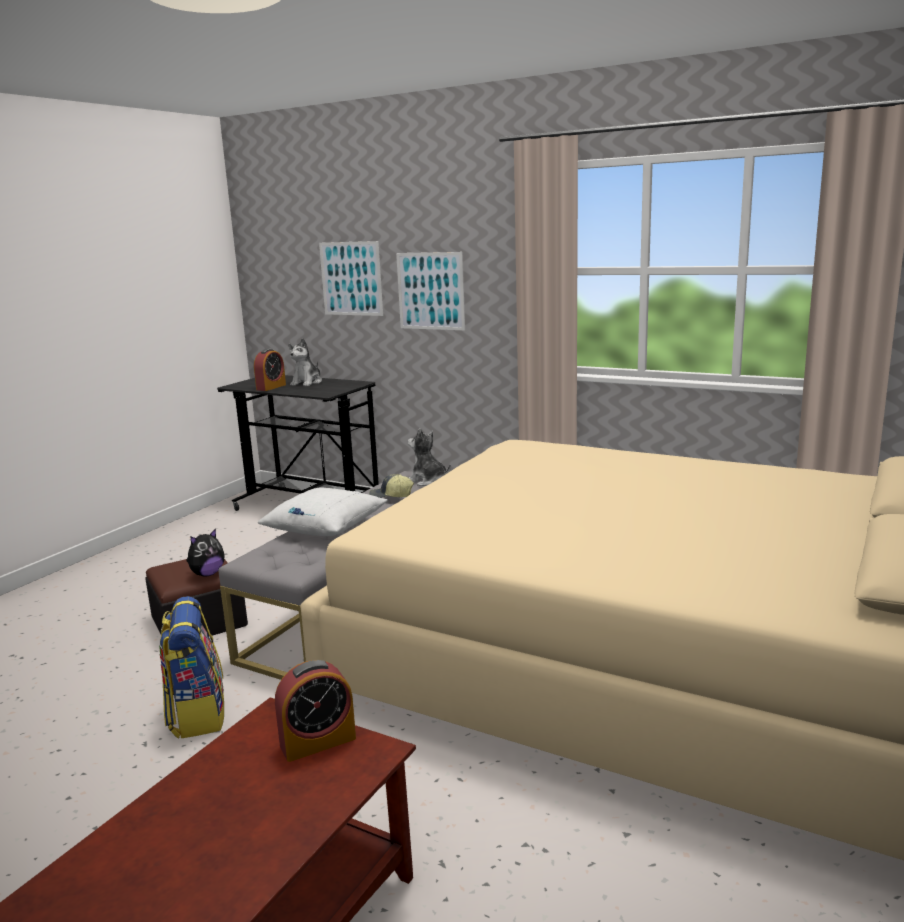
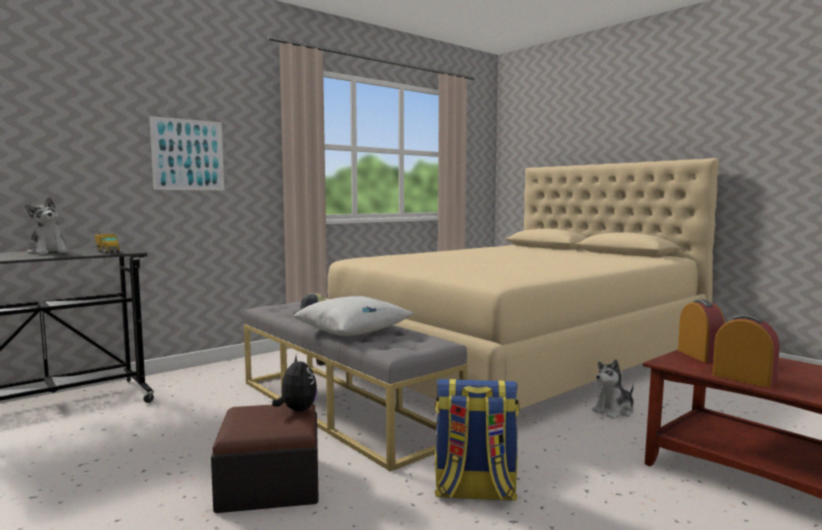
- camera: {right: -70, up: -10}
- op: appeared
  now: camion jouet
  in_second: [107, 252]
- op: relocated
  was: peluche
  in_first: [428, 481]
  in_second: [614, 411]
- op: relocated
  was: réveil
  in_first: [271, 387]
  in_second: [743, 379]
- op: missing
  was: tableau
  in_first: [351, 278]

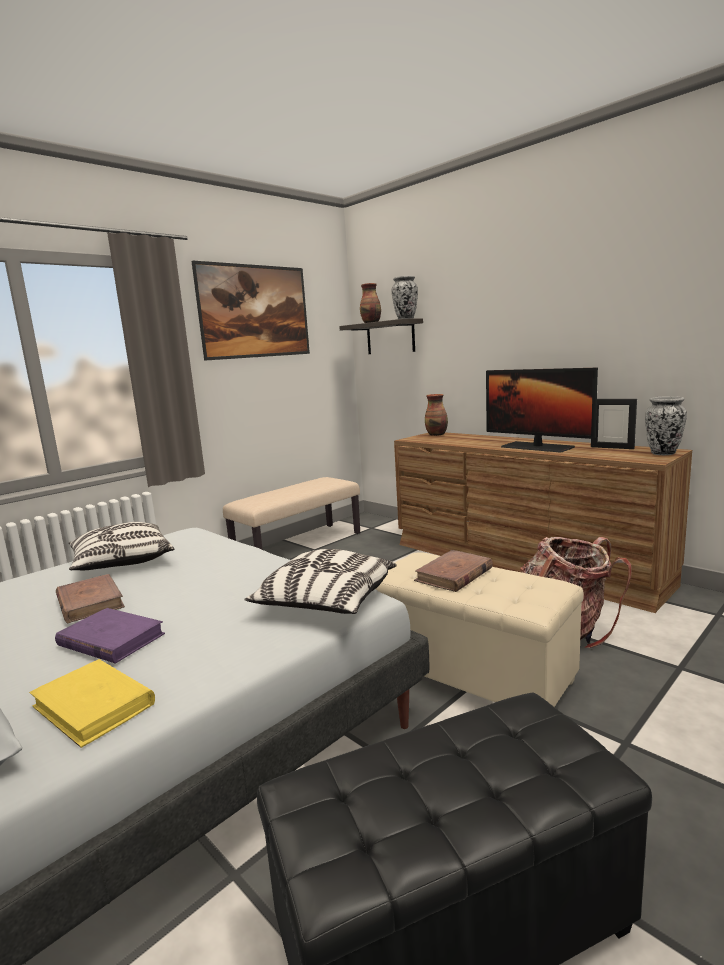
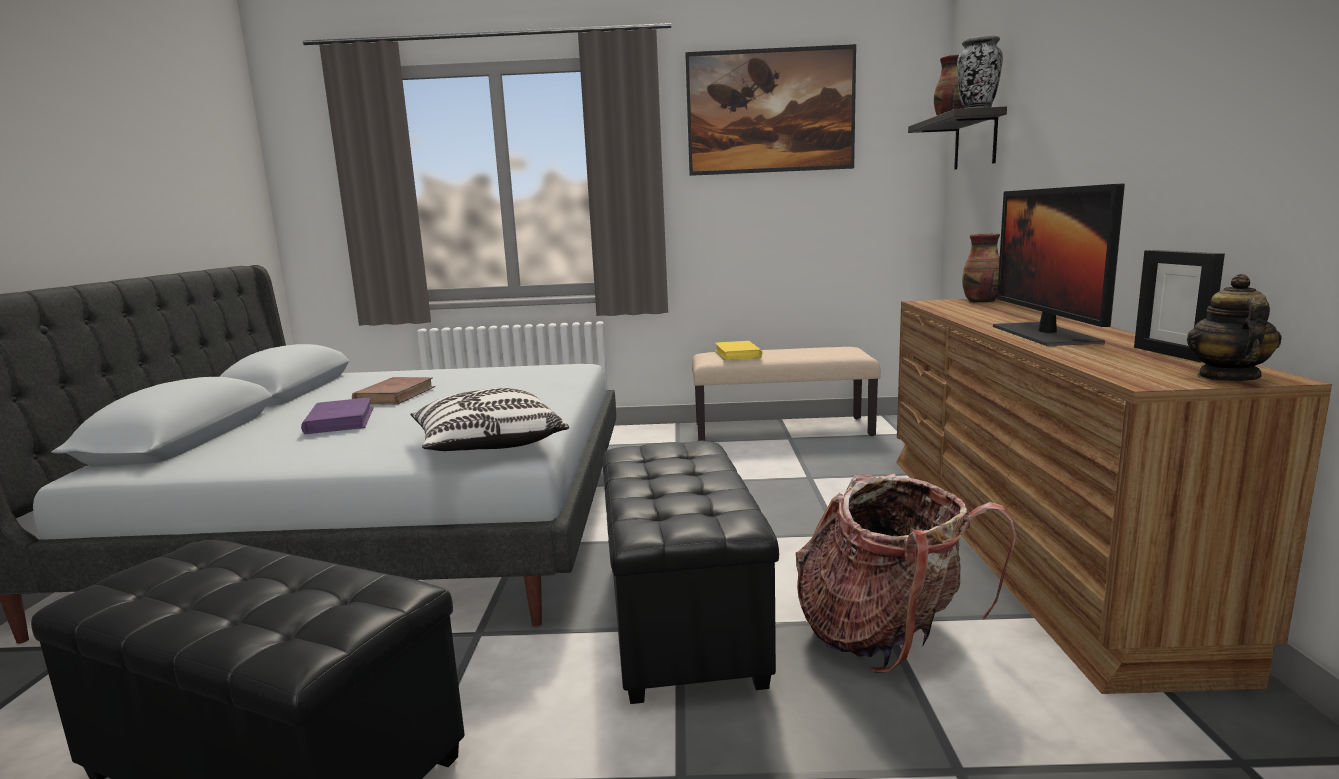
- camera: {right: 45, up: 0}
- op: colour
  was: pouf [beige]
  now: pouf [noir]
  in_first: [472, 674]
  in_second: [683, 619]
- op: relocated
  was: livre [jaune]
  in_first: [94, 705]
  in_second: [737, 354]
- op: exchanged
  was: vase
  now: théière
  in_first: [663, 453]
  in_second: [1227, 377]
- op: missing
  was: coussin
  in_first: [122, 562]
- op: missing
  was: livre [marron]
  in_first: [454, 575]

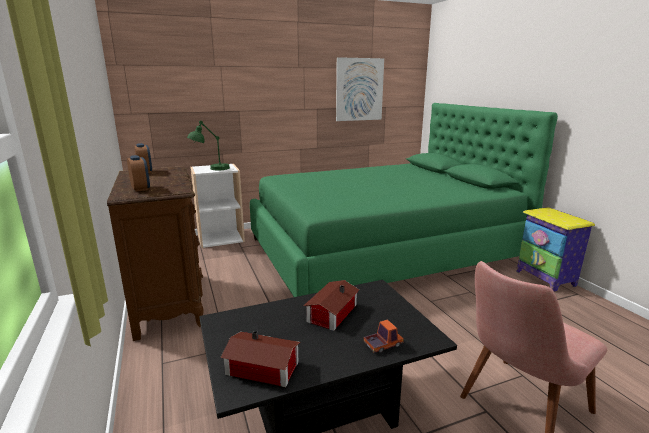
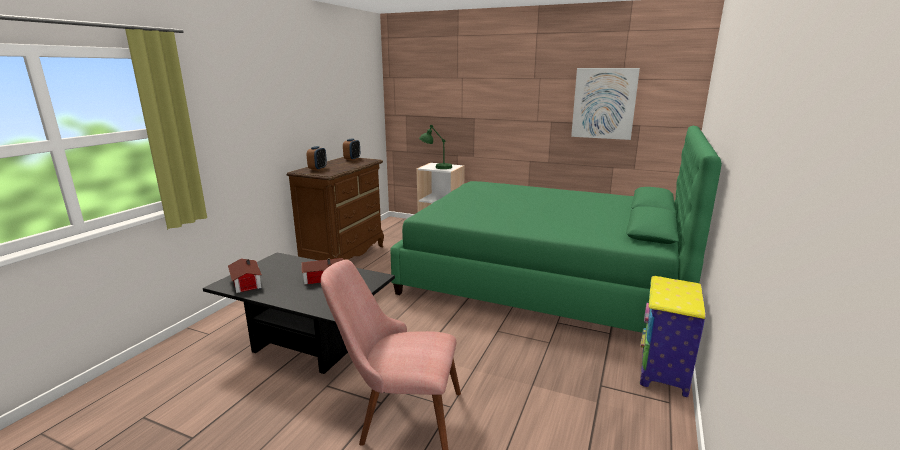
- camera: {right: 45, up: 0}
- op: missing
  was: camion jouet
  in_first: [383, 344]

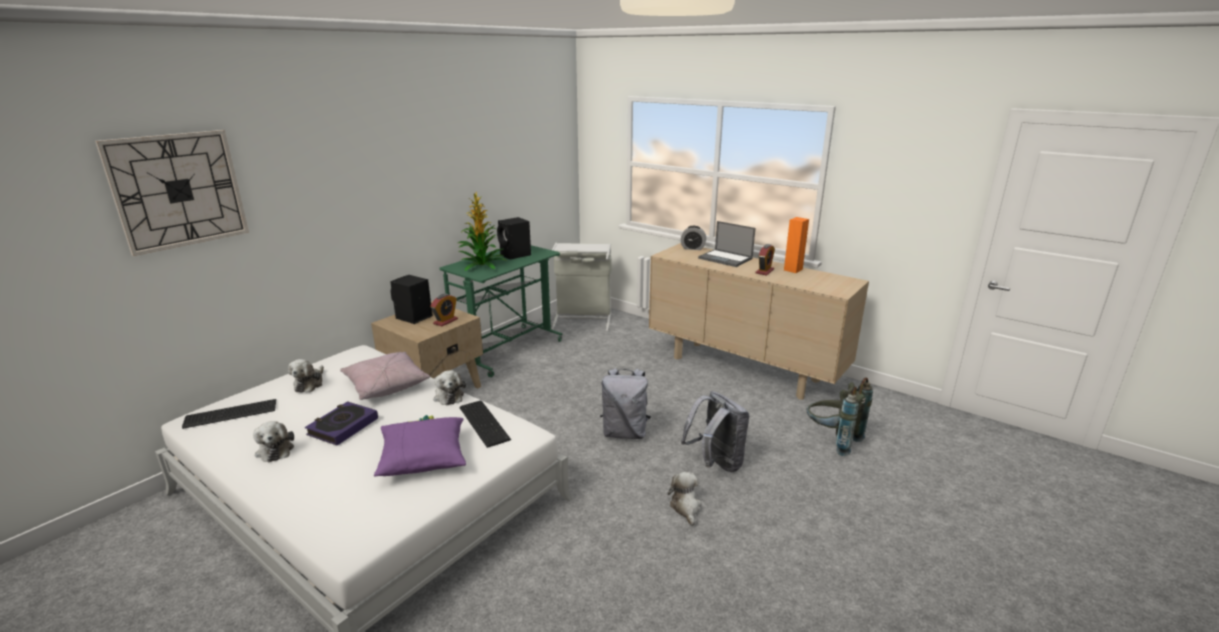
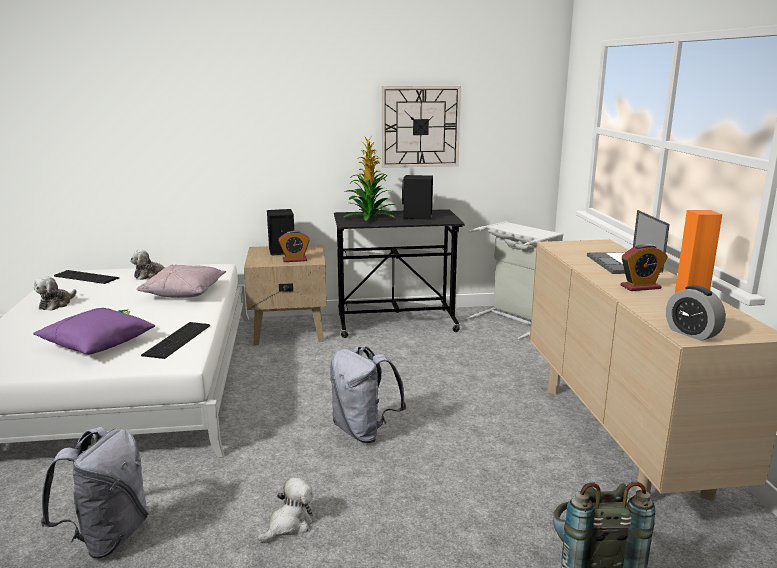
- camera: {right: 45, up: -5}
- op: relocated
  was: sac à dos [gris]
  in_first: [715, 463]
  in_second: [107, 537]
- op: colour
  was: bureau [vert]
  now: bureau [noir]
  in_first: [508, 350]
  in_second: [396, 323]
- op: relocated
  was: horloge murale
  in_first: [178, 190]
  in_second: [420, 127]
- op: relocated
  was: réveil
  in_first: [692, 248]
  in_second: [691, 333]
- op: missing
  was: livre
  in_first: [343, 427]
- op: missing
  was: peluche
  in_first: [448, 396]

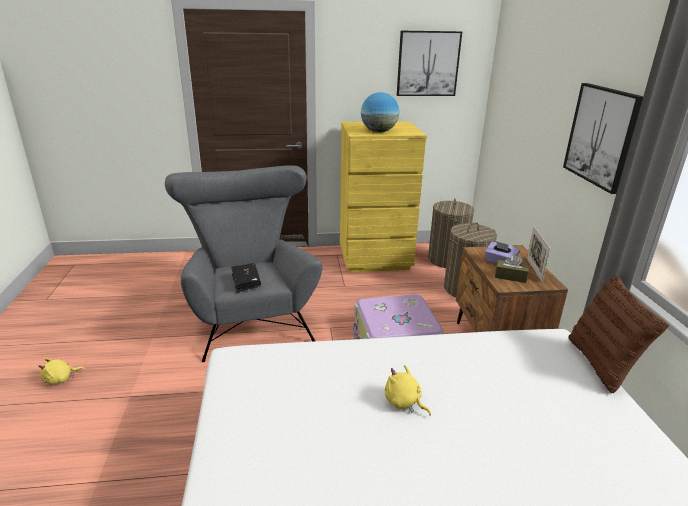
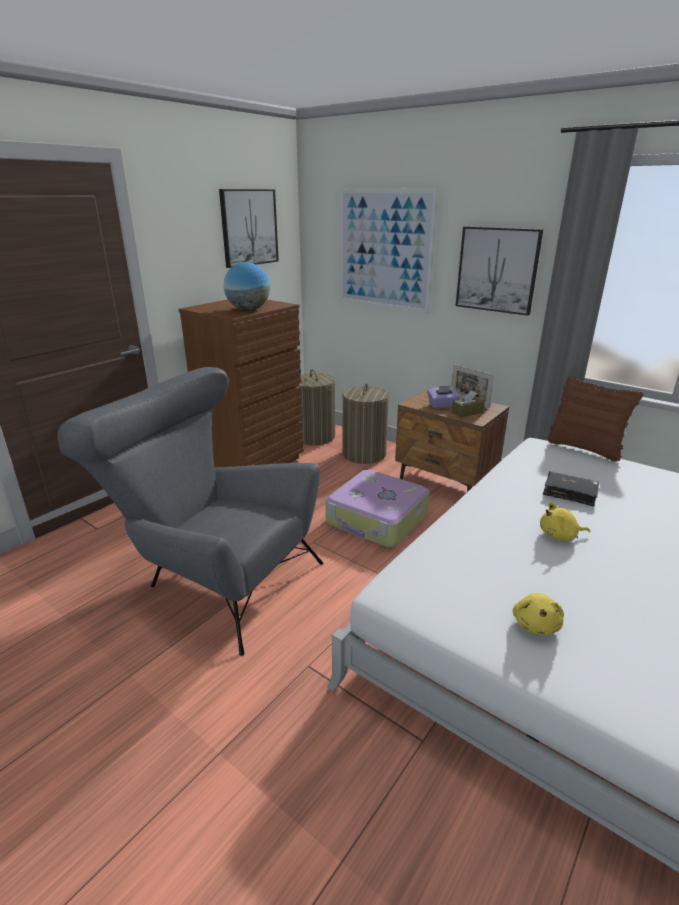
- camera: {right: -45, up: 0}
- op: colour
  was: commode [jaune]
  now: commode [marron]
  in_first: [375, 258]
  in_second: [252, 461]
- op: appeared
  now: tableau
  in_second: [384, 250]
- op: relocated
  was: peluche [jaune]
  in_first: [61, 379]
  in_second: [535, 624]
- op: relocated
  was: livre [noir]
  in_first: [246, 282]
  in_second: [569, 493]

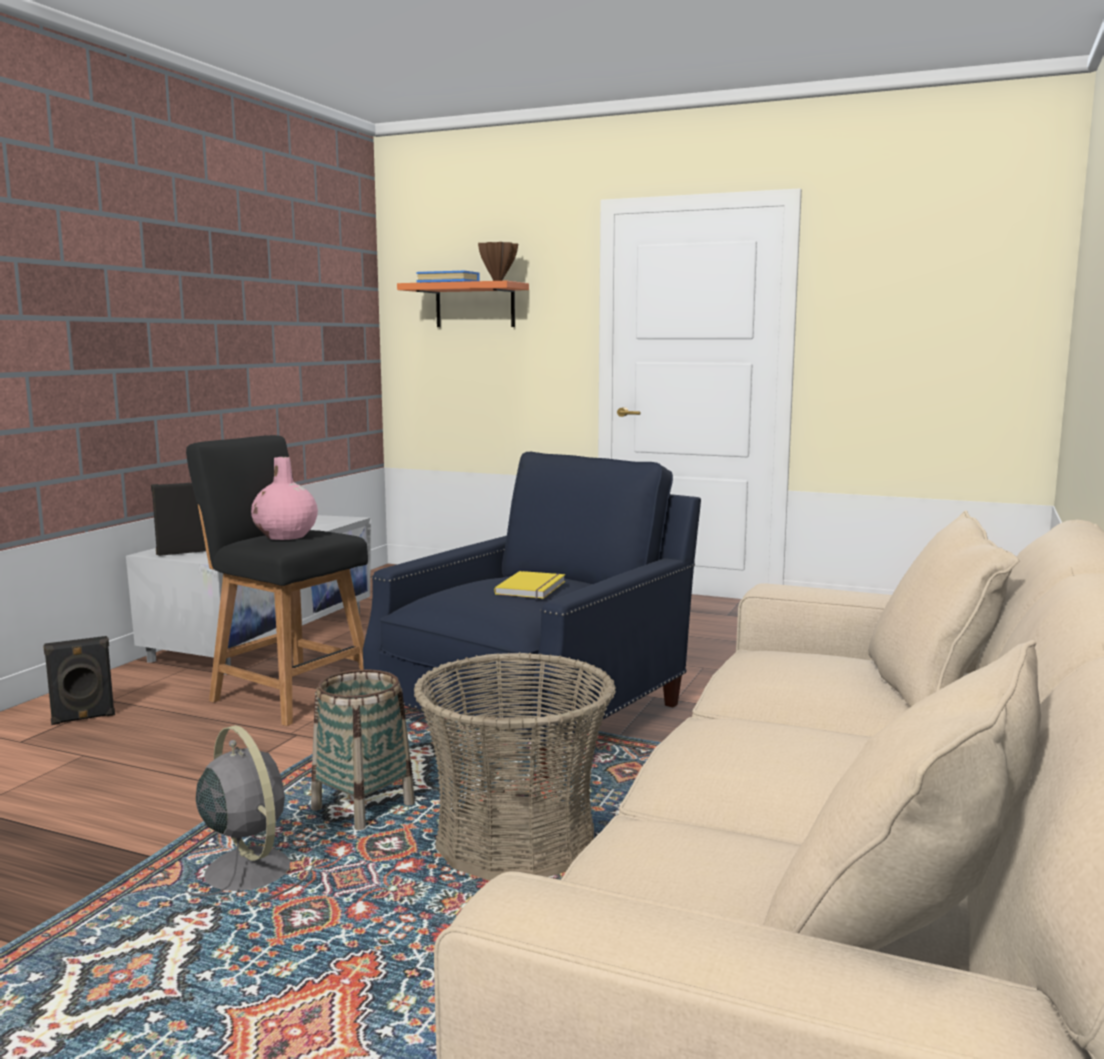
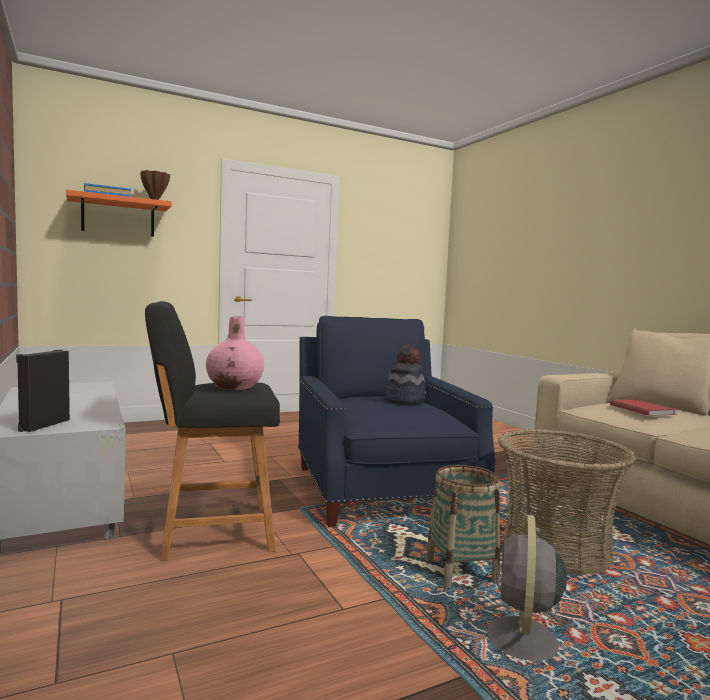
- camera: {right: -50, up: -5}
- op: exchanged
  was: livre [jaune]
  now: chapeau
  in_first: [533, 588]
  in_second: [405, 401]
- op: spun
  was: ventilateur [gris]
  in_first: [246, 869]
  in_second: [522, 641]
  clockwise: -75
- op: appeared
  now: livre [rouge]
  in_second: [643, 409]
- op: missing
  was: enceinte [noir]
  in_first: [83, 718]

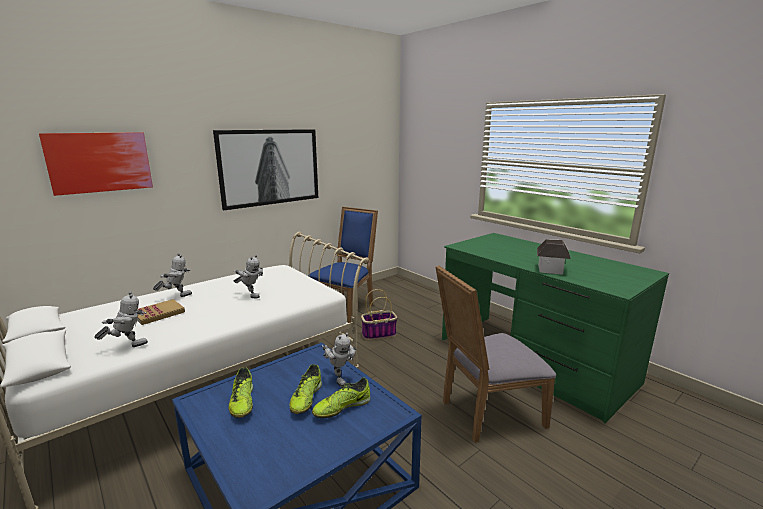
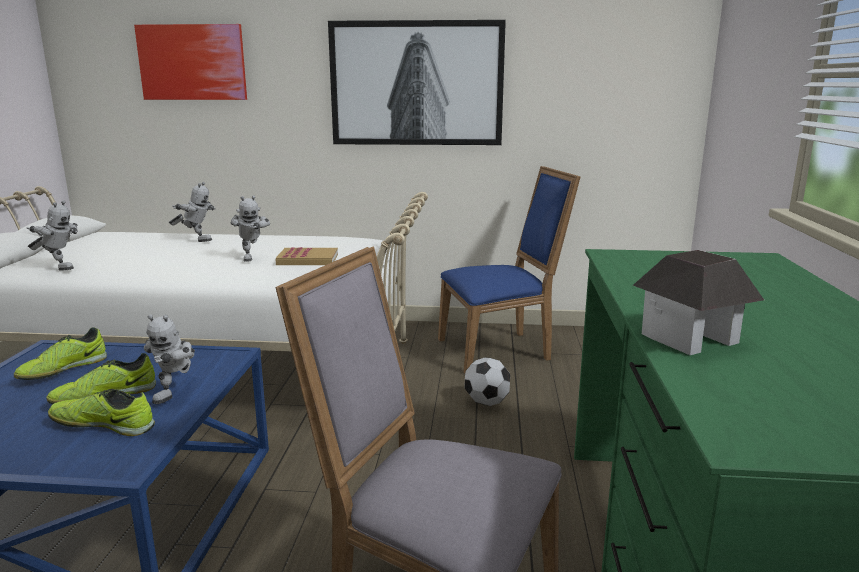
- camera: {right: 45, up: 0}
- op: relocated
  was: livre
  in_first: [159, 313]
  in_second: [307, 259]
- op: exchanged
  was: panier
  now: ballon de foot
  in_first: [379, 334]
  in_second: [486, 402]

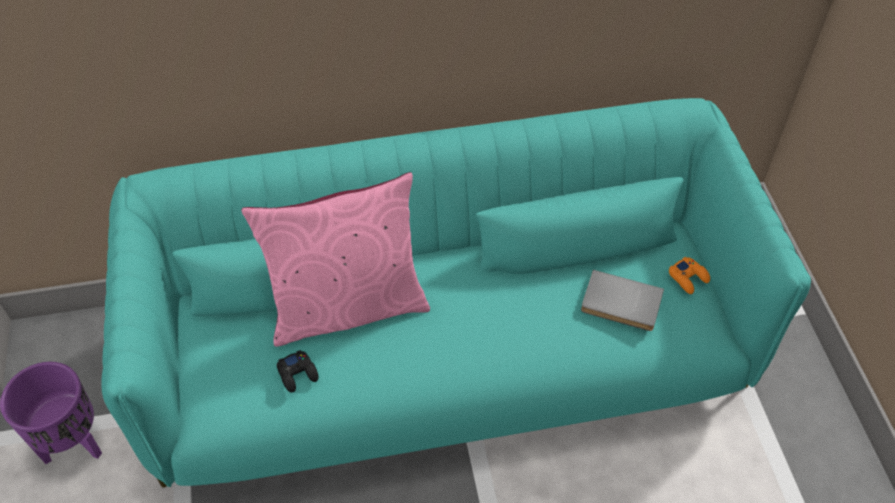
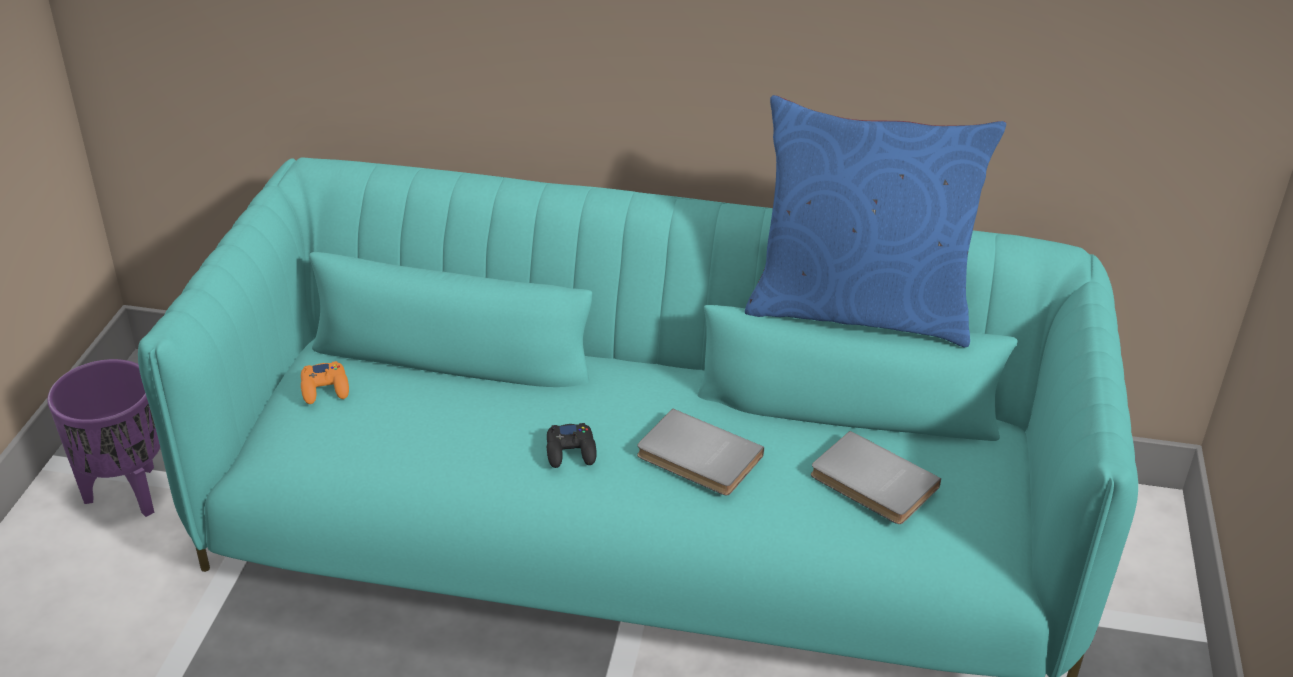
- camera: {right: 20, up: -15}
- op: relocated
  was: manette [orange]
  in_first: [688, 278]
  in_second: [325, 388]
- op: relocated
  was: manette [noir]
  in_first: [298, 374]
  in_second: [571, 451]
- op: appeared
  now: livre [gris]
  in_second: [697, 458]
- op: appeared
  now: coussin [bleu]
  in_second: [859, 309]
- op: missing
  was: coussin [rose]
  in_first: [347, 307]

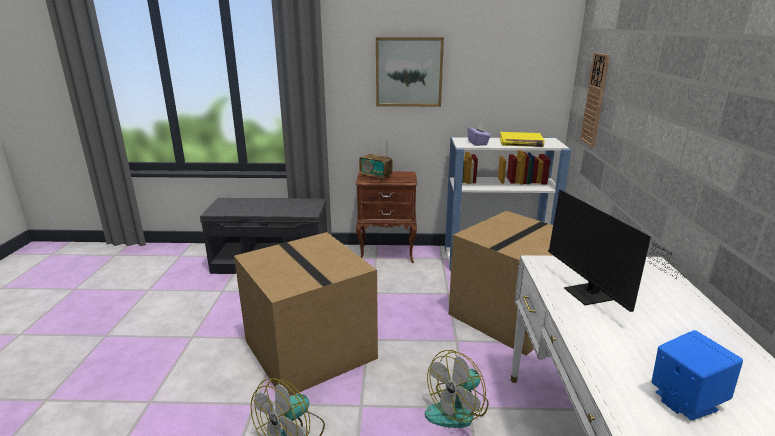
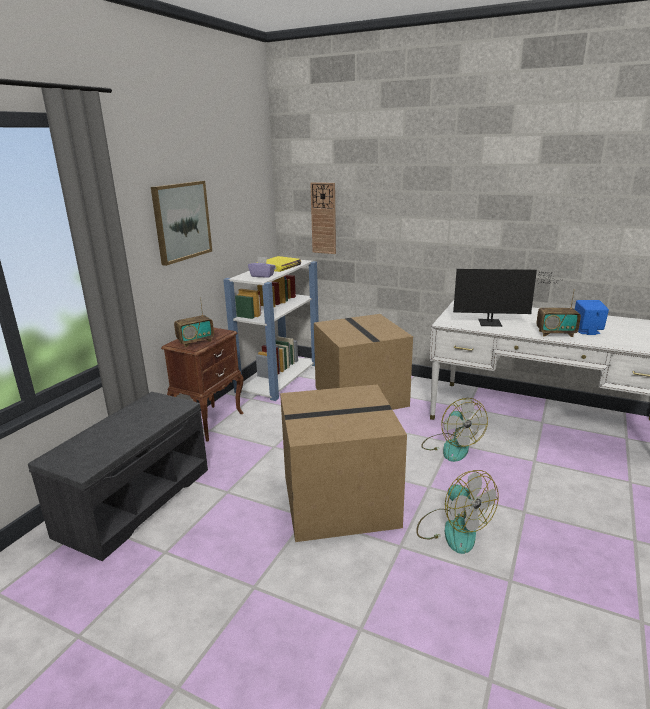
- camera: {right: -65, up: 0}
- op: appeared
  now: radio
  in_second: [555, 333]

